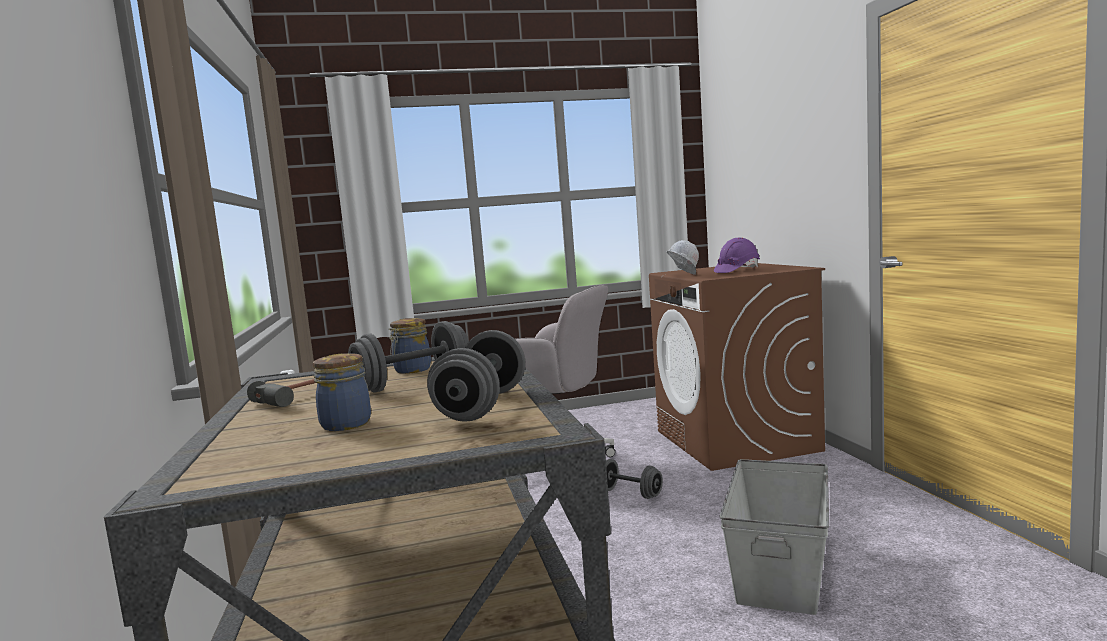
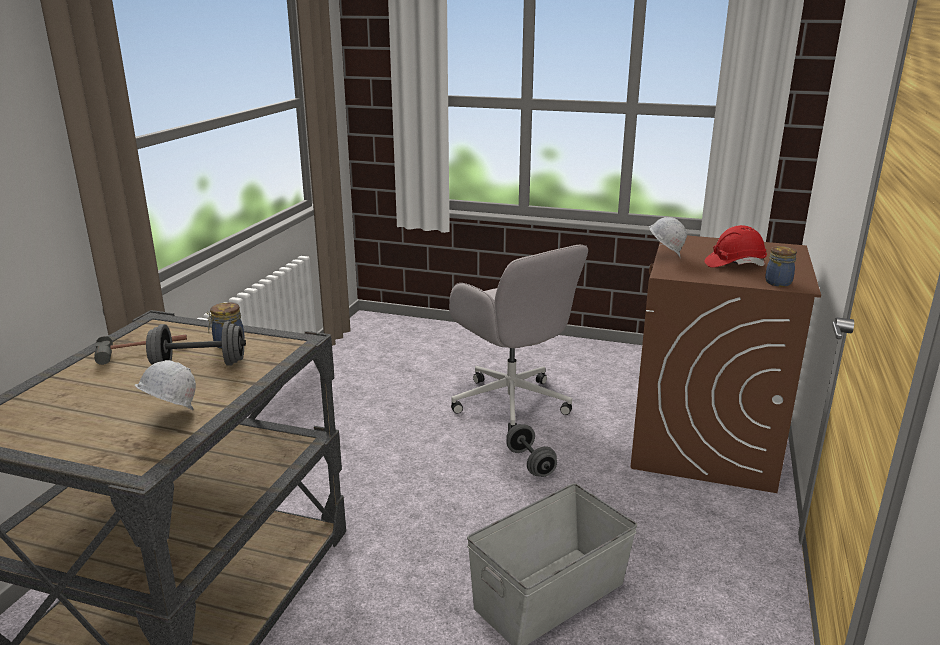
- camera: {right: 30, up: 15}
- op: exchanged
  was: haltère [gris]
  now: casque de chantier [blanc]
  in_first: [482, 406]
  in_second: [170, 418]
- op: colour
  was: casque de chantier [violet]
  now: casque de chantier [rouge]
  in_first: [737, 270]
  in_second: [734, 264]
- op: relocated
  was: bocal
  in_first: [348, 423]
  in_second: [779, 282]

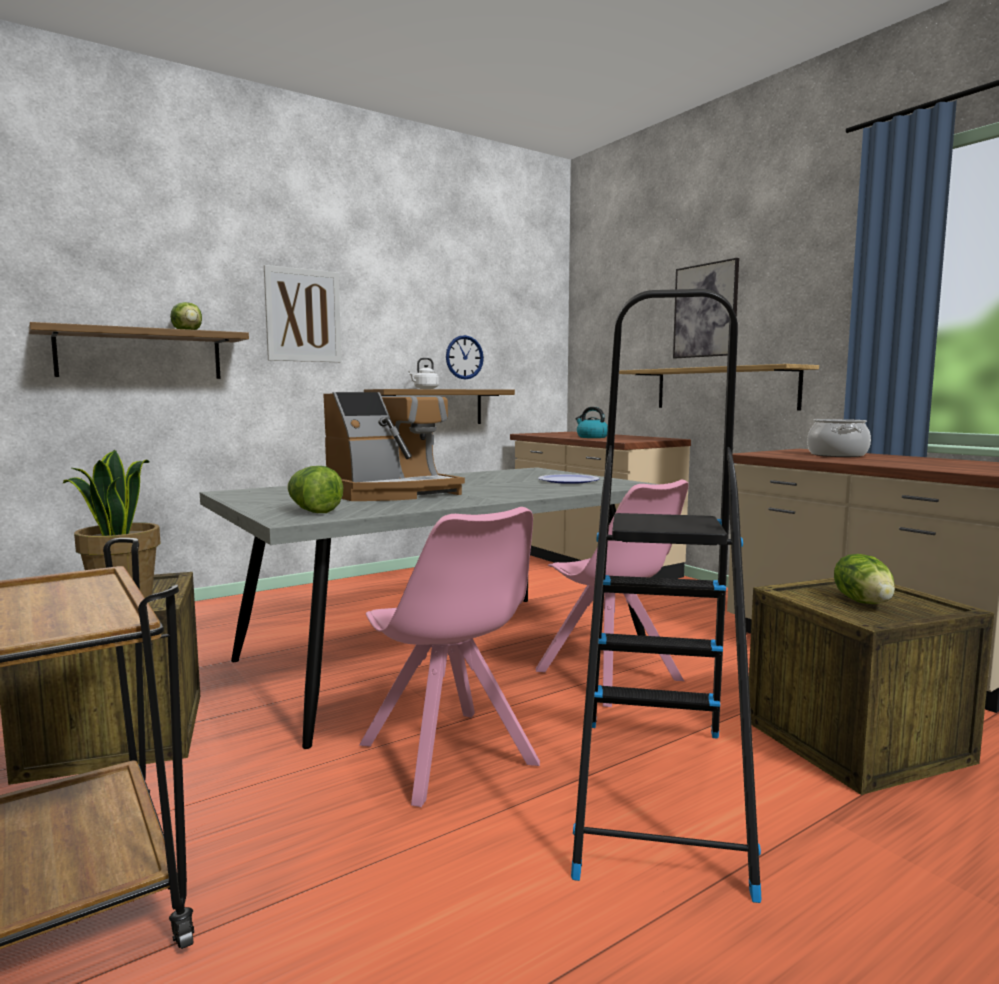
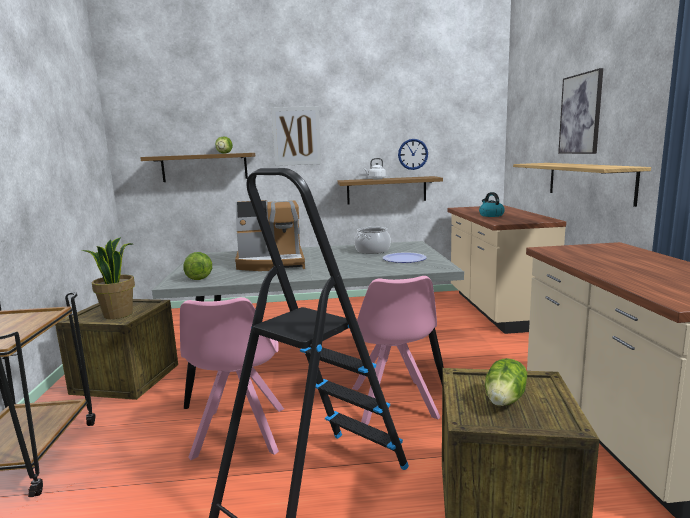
- camera: {right: 30, up: 5}
- op: relocated
  was: marmite
  in_first: [837, 455]
  in_second: [372, 251]

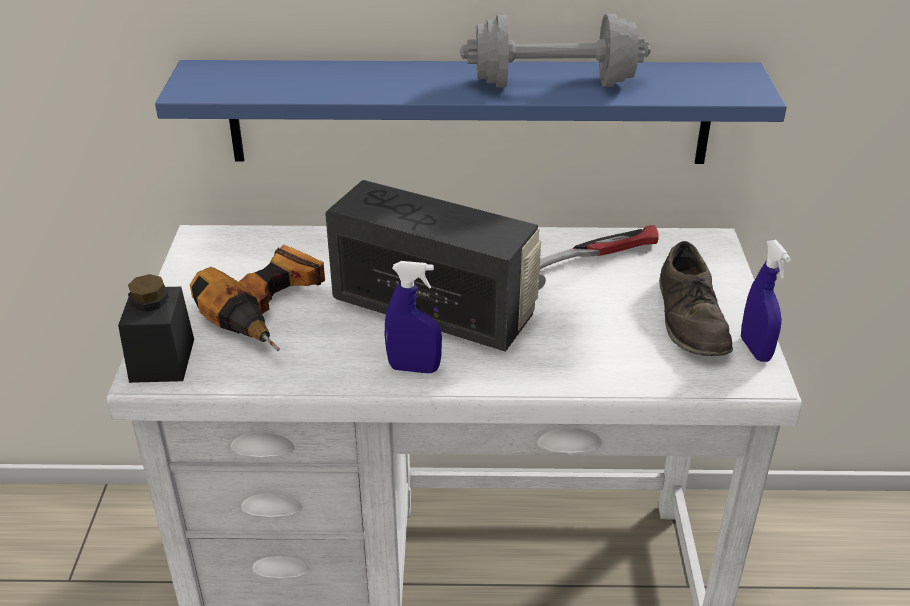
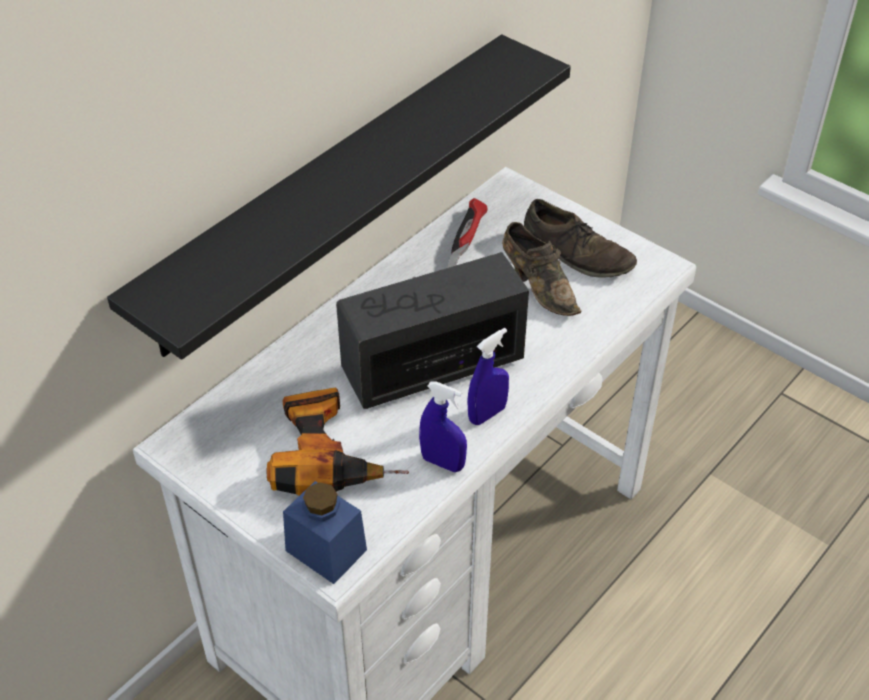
- camera: {right: -50, up: 10}
- op: colour
  was: étagère [bleu]
  now: étagère [noir]
  in_first: [469, 112]
  in_second: [330, 191]
- op: colour
  was: bocal [noir]
  now: bocal [bleu]
  in_first: [162, 360]
  in_second: [326, 550]
- op: relocated
  was: vaporisateur [bleu]
  in_first: [755, 349]
  in_second: [442, 462]
- op: appeared
  now: chaussure [marron]
  in_second: [538, 287]
- op: missing
  was: haltère [gris]
  in_first: [553, 83]

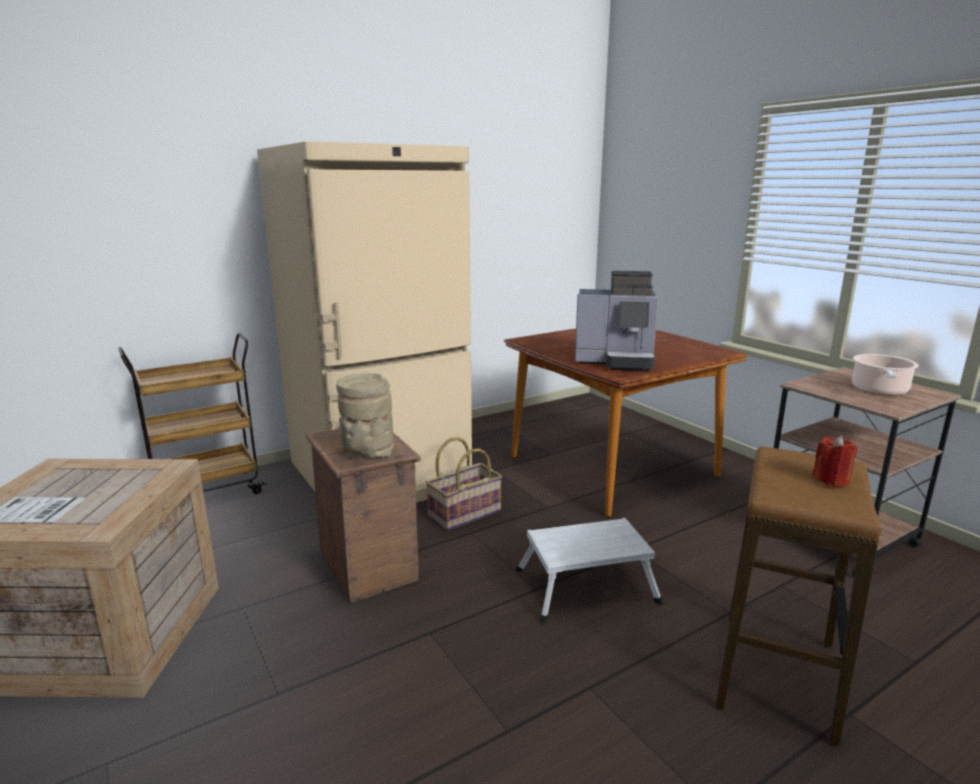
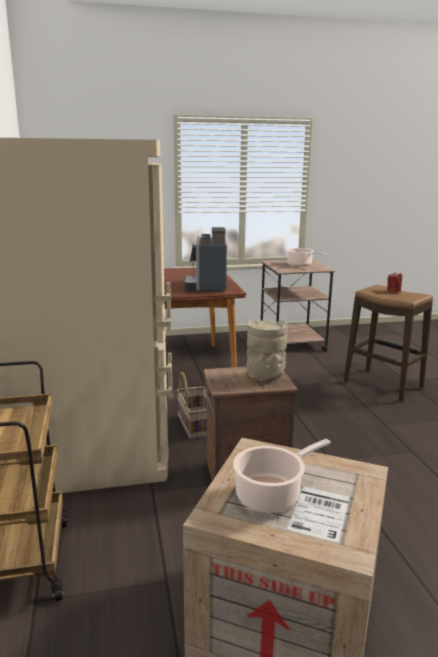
- camera: {right: -70, up: 0}
- op: spun
  was: machine à café
  in_first: [616, 361]
  in_second: [207, 286]
  clockwise: 150
- op: appeared
  now: marmite
  in_second: [271, 495]
- op: missing
  was: escabeau [blanc]
  in_first: [585, 586]

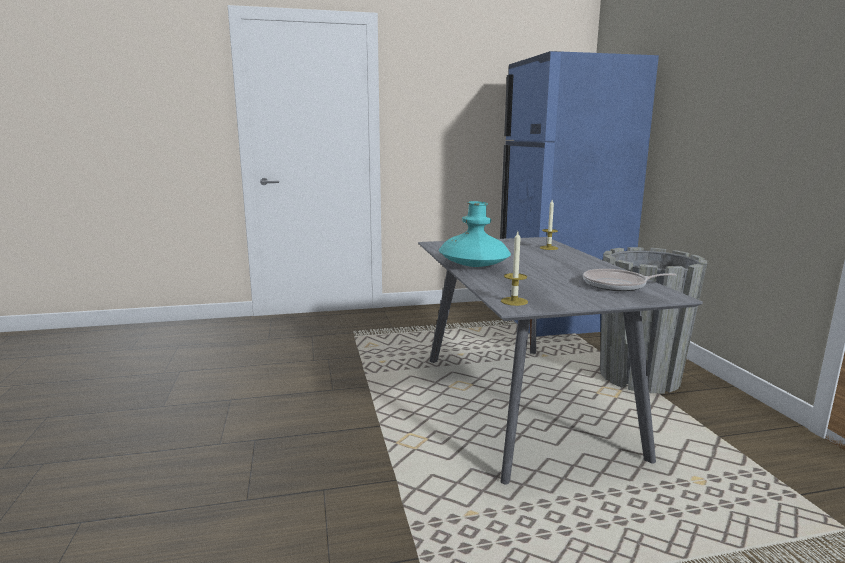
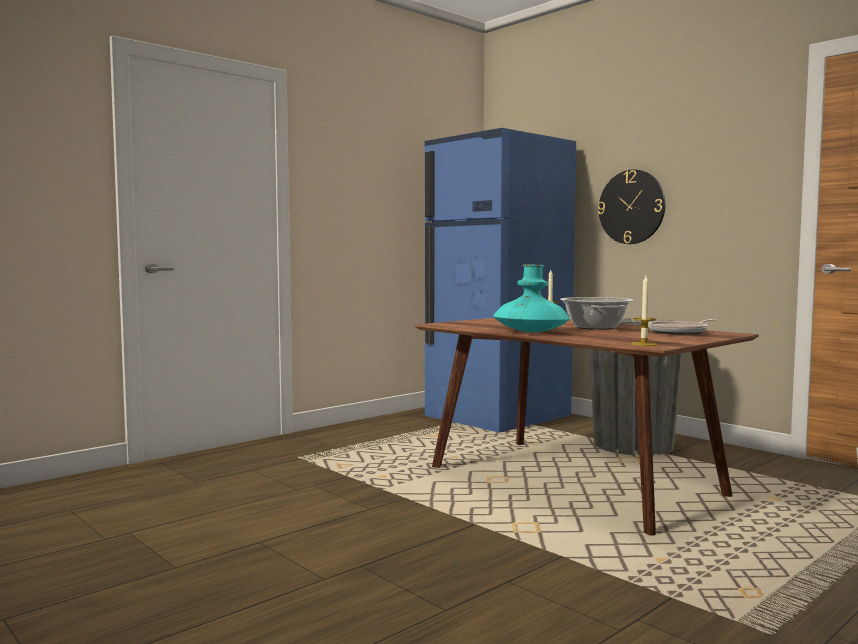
- camera: {right: -30, up: -10}
- op: colour
  was: table à manger [gris]
  now: table à manger [marron]
  in_first: [524, 403]
  in_second: [574, 480]
- op: appeared
  now: marmite
  in_second: [595, 327]
- op: appeared
  now: horloge murale
  in_second: [631, 207]

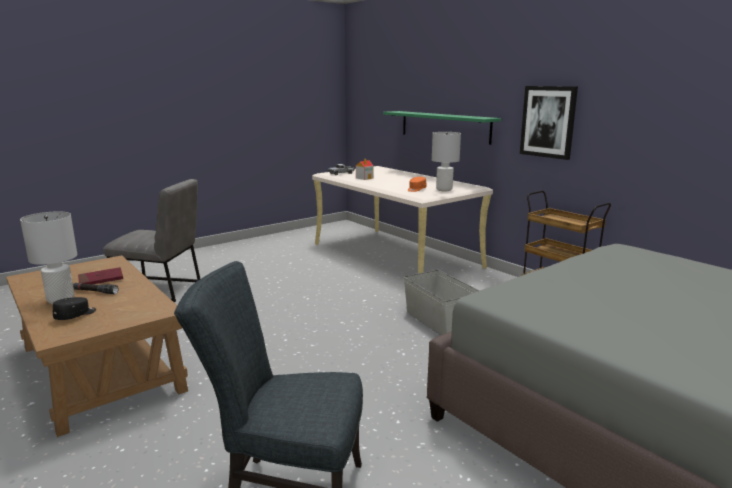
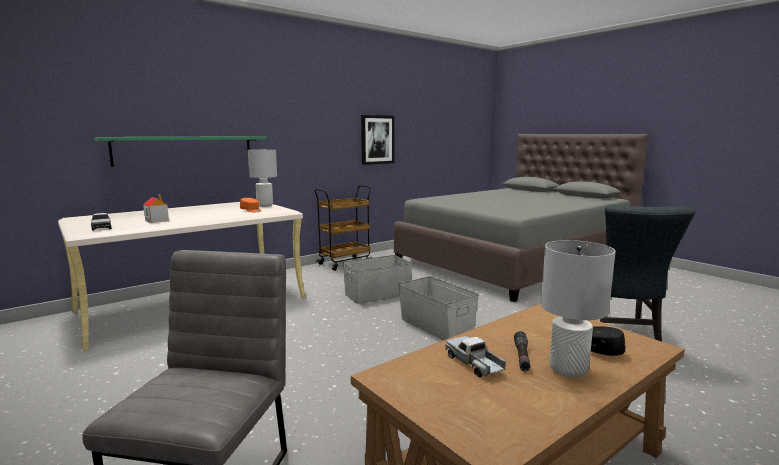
- camera: {right: -90, up: -5}
- op: relocated
  was: tableau
  in_first: [548, 122]
  in_second: [377, 139]
- op: appeared
  now: boîte de rangement [gris]
  in_second: [436, 326]
- op: exchanged
  was: livre [rouge]
  now: camion jouet
  in_first: [101, 279]
  in_second: [474, 364]

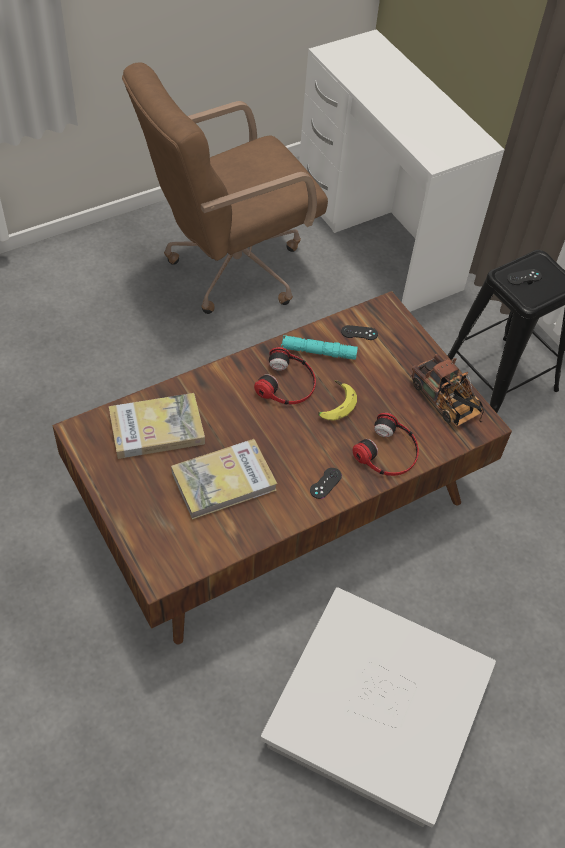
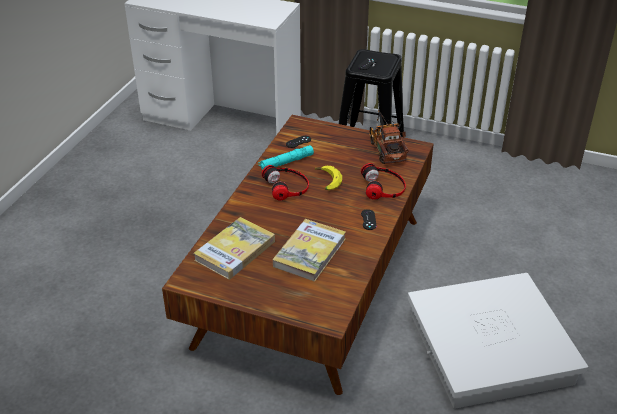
- camera: {right: -35, up: -15}
- op: spun
  was: camion jouet
  in_first: [447, 403]
  in_second: [386, 148]
  clockwise: -120
- op: missing
  was: chaise de bureau [marron]
  in_first: [229, 272]

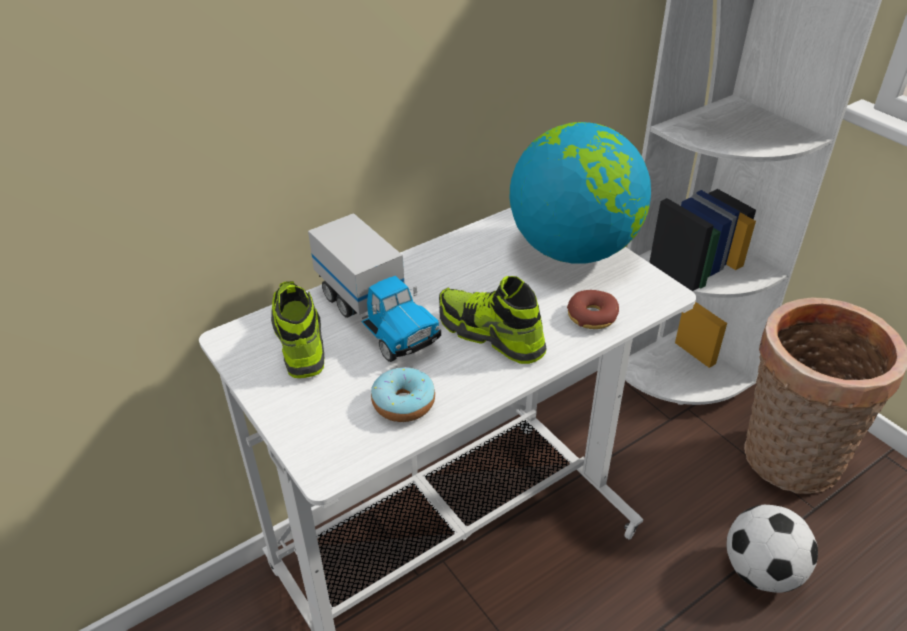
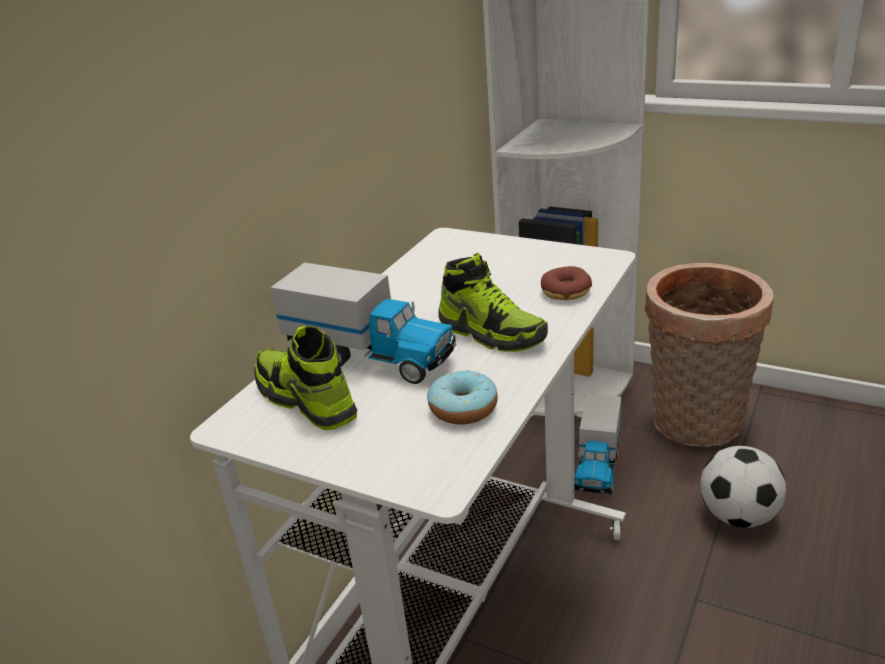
- camera: {right: -25, up: -10}
- op: spun
  was: chaussure
  in_first: [490, 335]
  in_second: [492, 333]
  clockwise: -150
- op: appeared
  now: camion jouet
  in_second: [597, 464]
- op: missing
  was: globe
  in_first: [573, 250]

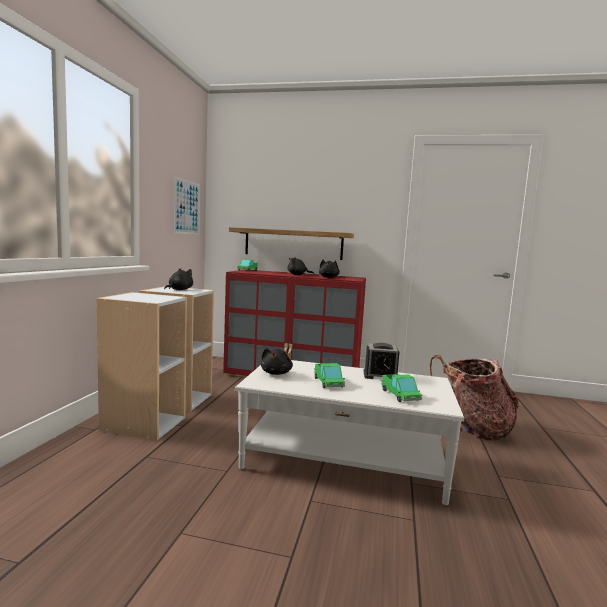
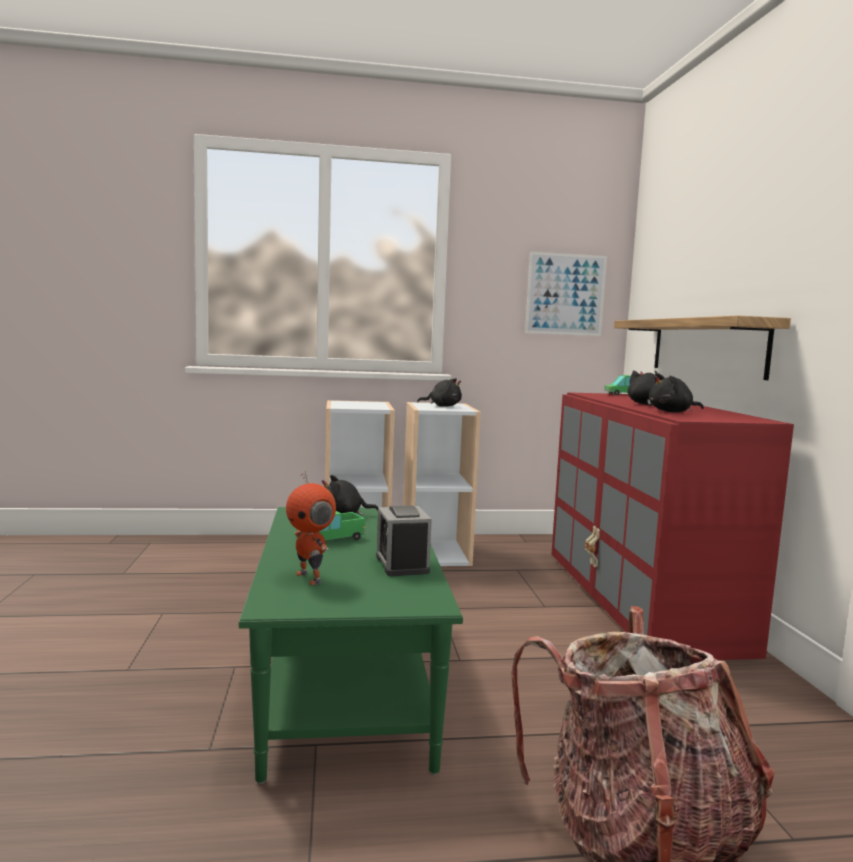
- camera: {right: 70, up: 0}
- op: colour
  was: table basse [blanc]
  now: table basse [vert]
  in_first: [344, 462]
  in_second: [346, 679]
- op: exchanged
  was: camion jouet
  now: robot jouet
  in_first: [400, 395]
  in_second: [310, 577]

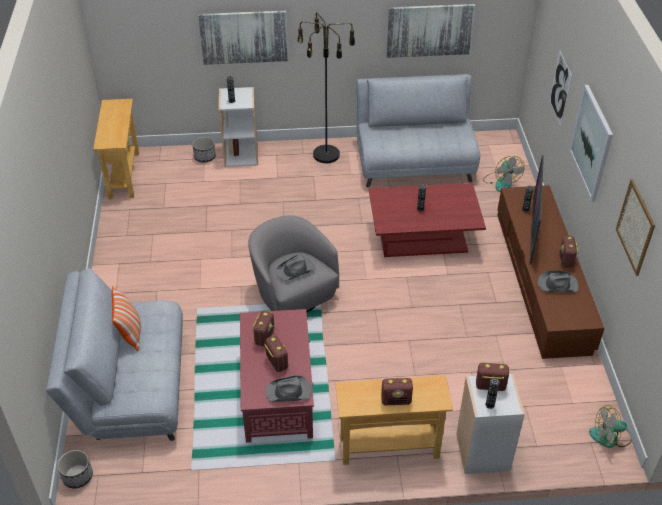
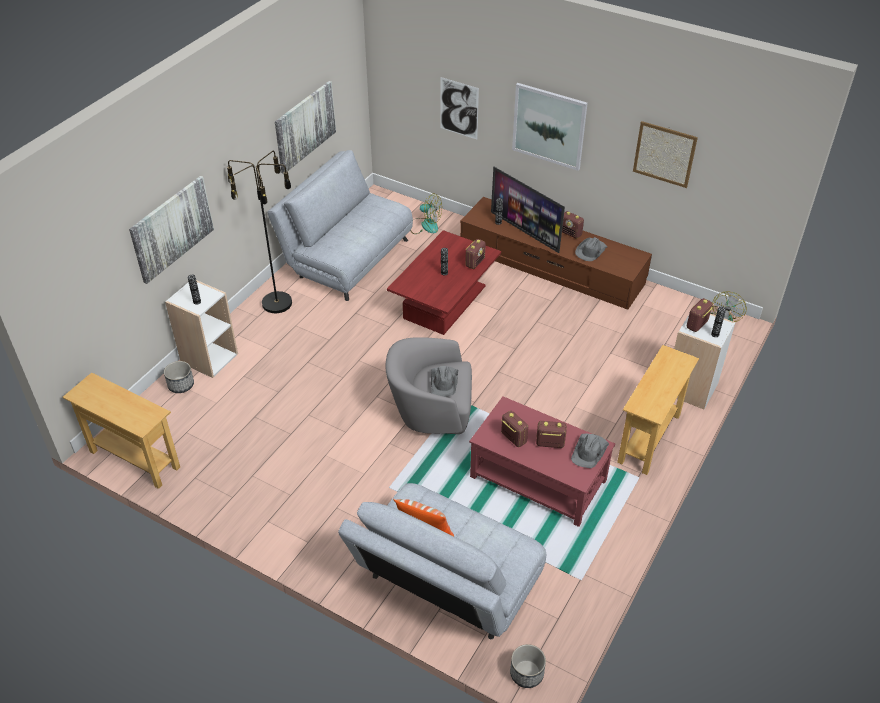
- camera: {right: -55, up: 0}
- op: relocated
  was: radio
  in_first: [396, 400]
  in_second: [475, 262]

